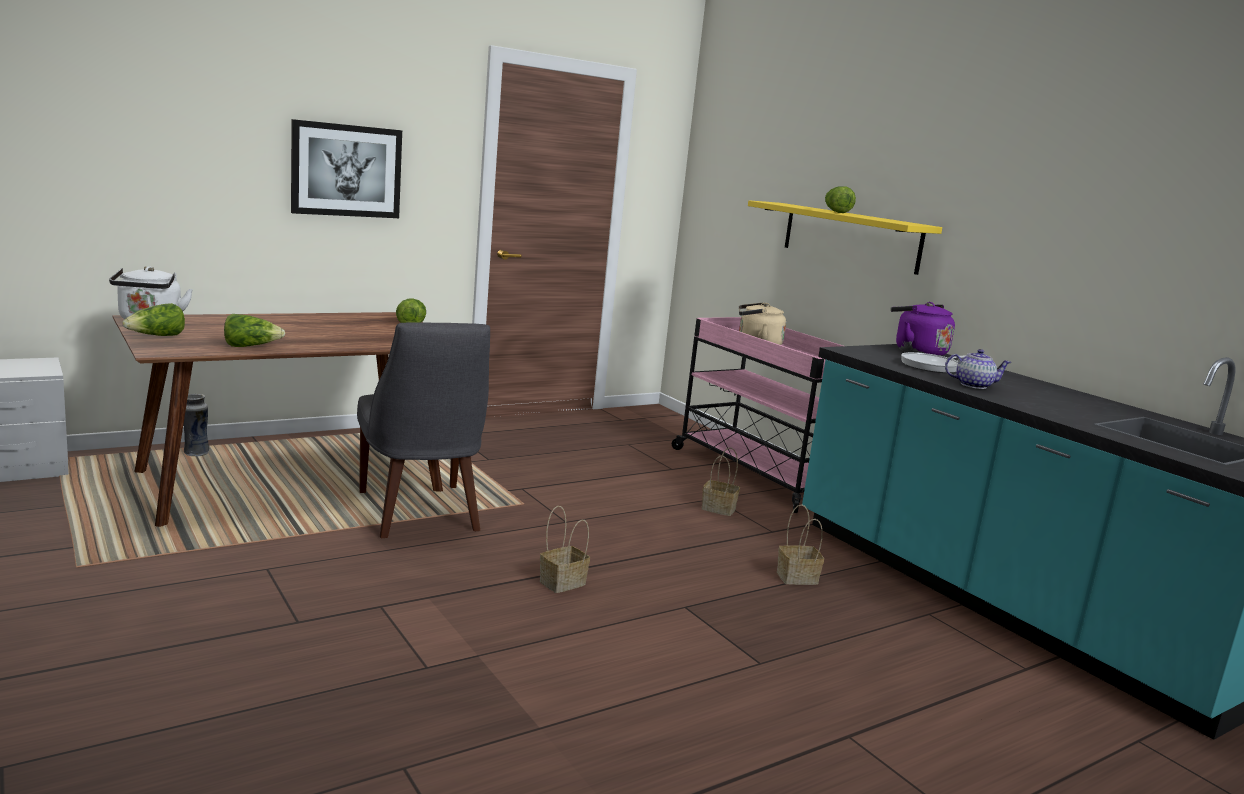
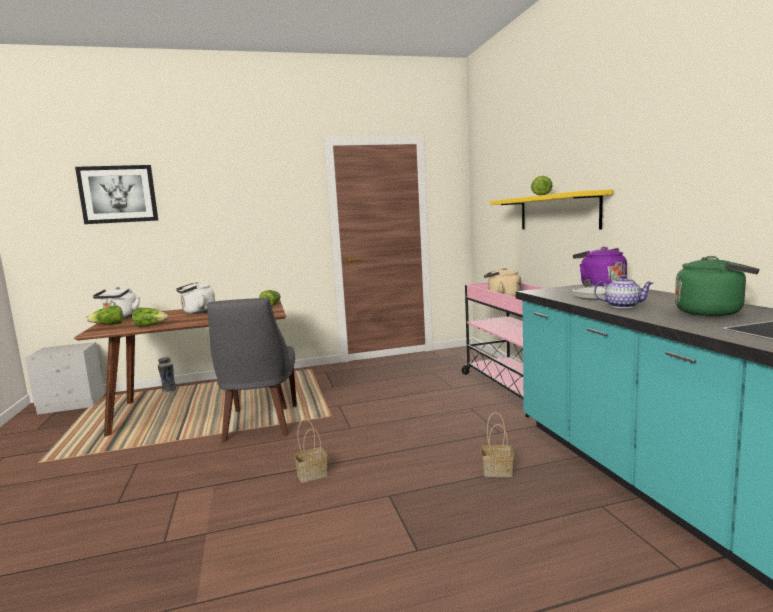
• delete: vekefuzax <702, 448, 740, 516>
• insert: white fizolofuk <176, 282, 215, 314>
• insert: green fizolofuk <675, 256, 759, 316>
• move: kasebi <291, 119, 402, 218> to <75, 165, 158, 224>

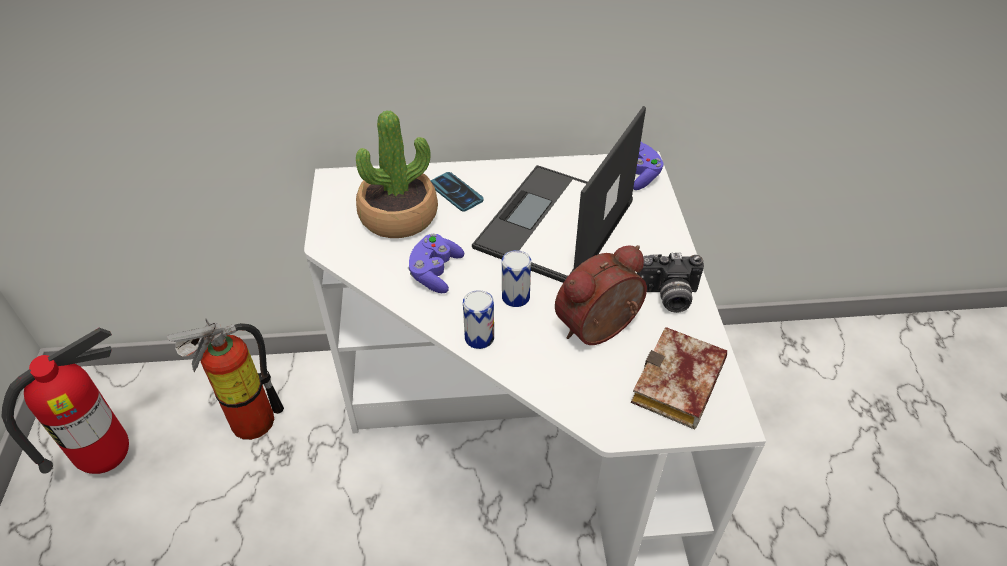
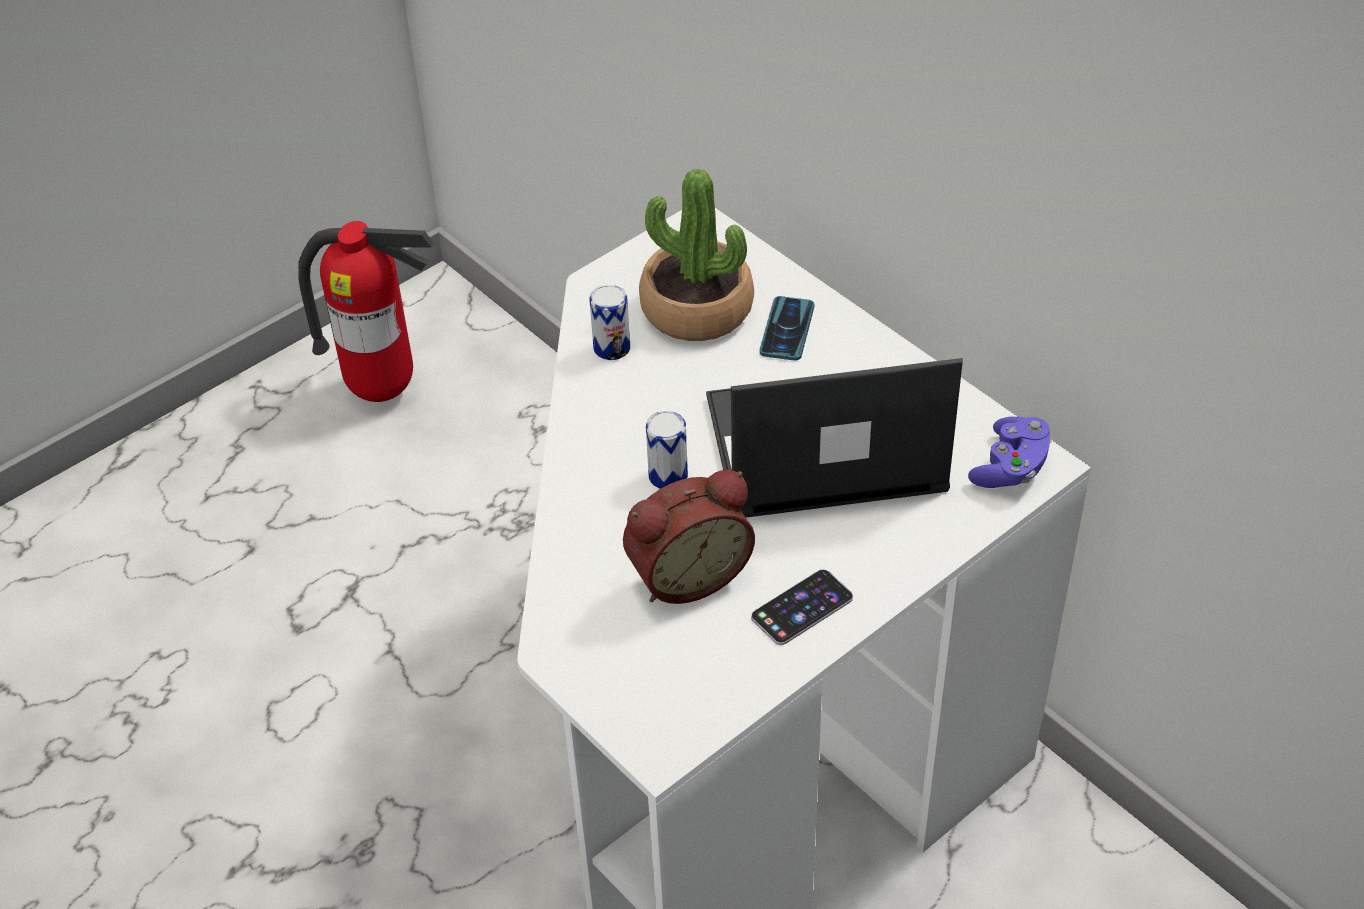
• delete: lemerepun <167, 318, 284, 440>
• delete: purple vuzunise <408, 234, 464, 293>
• delete: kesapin <631, 327, 727, 430>
• move: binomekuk <463, 290, 494, 349> to <589, 285, 630, 360>
• replace: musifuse <637, 252, 704, 313> to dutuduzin <751, 569, 853, 645>
• rotate: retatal <555, 245, 647, 345> = <623, 470, 755, 604> 135 degrees clockwise

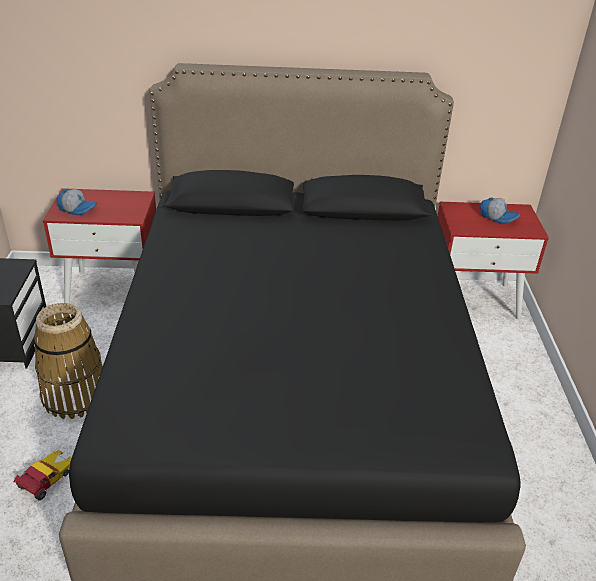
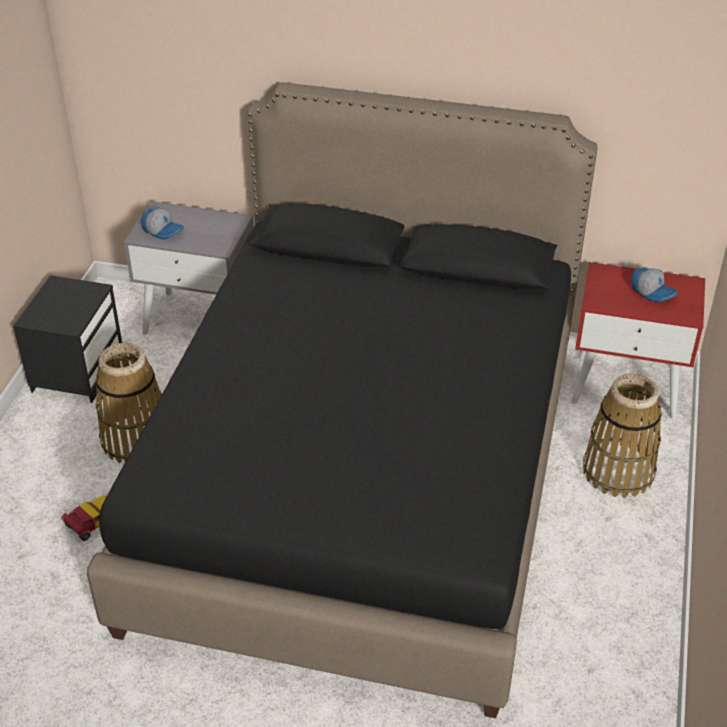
• insert: vekefuzax <583, 373, 662, 498>
• recolor: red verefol <43, 188, 156, 304> to grey verefol <124, 201, 253, 335>

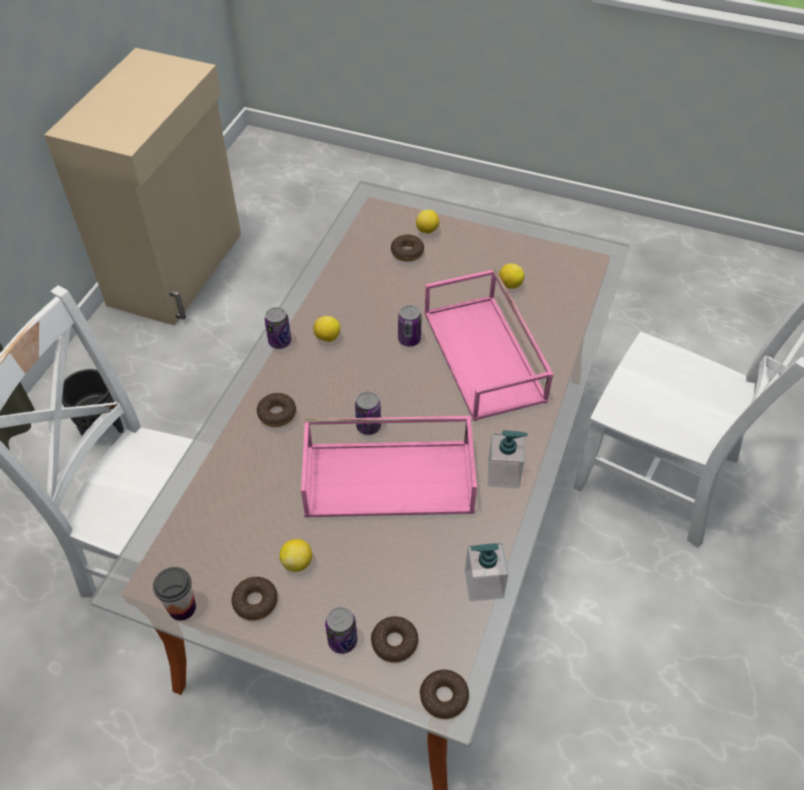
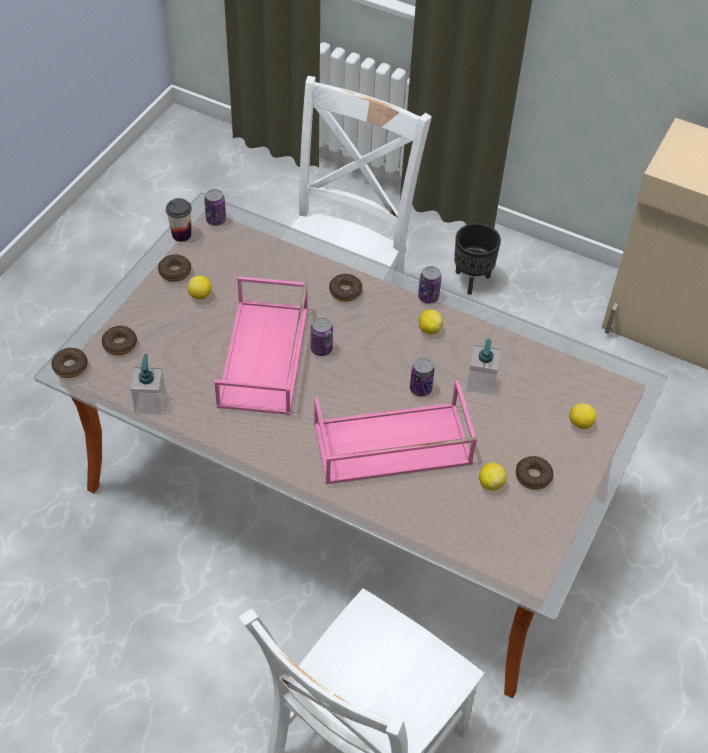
• move: binomekuk <325, 607, 357, 654> to <204, 189, 226, 225>
• move: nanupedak <391, 235, 424, 261> to <516, 456, 553, 490>
• move: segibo <488, 430, 528, 488> to <466, 339, 501, 395>

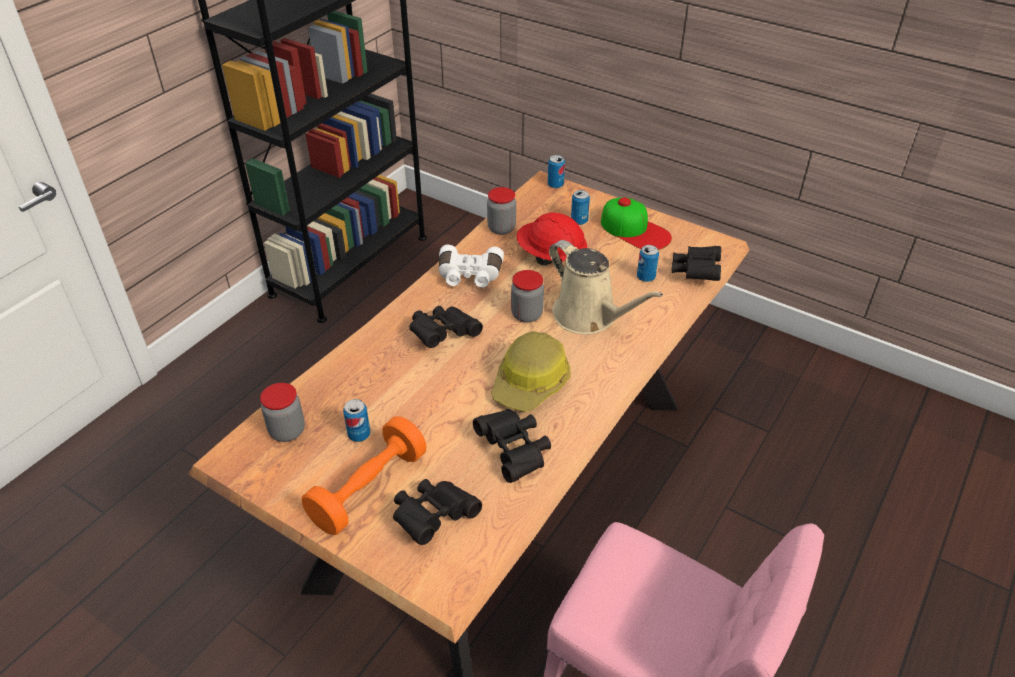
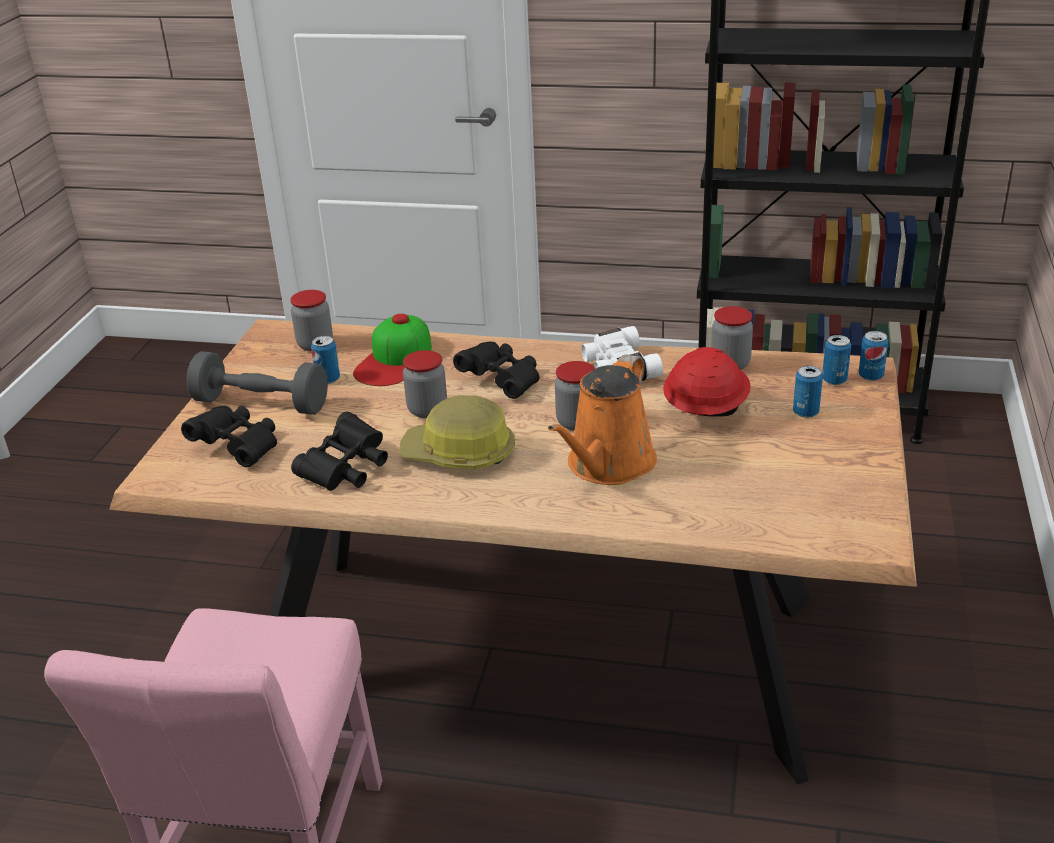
• delete: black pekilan <672, 246, 721, 281>
• insert: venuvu <403, 350, 447, 418>
• move: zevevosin <601, 197, 672, 250> to <353, 314, 432, 386>
• move: binomekuk <637, 245, 659, 282> to <822, 335, 851, 385>
• recolor: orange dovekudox <302, 416, 426, 535> to grey dovekudox <186, 351, 328, 415>
• recolor: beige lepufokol <549, 240, 663, 334> to orange lepufokol <548, 354, 657, 485>

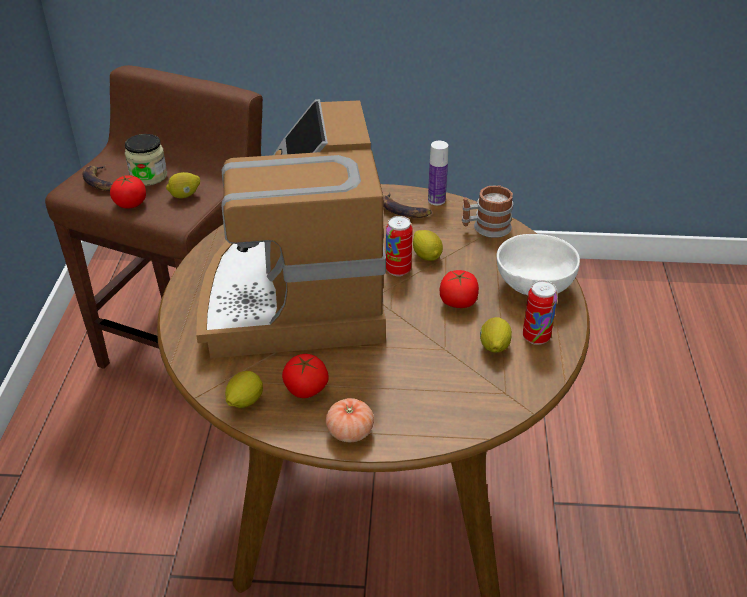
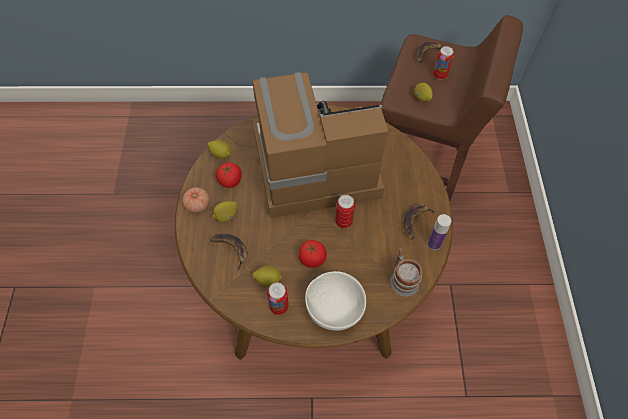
• delete: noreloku <110, 175, 146, 209>
• insert: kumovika <210, 234, 248, 271>
• move: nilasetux <413, 230, 443, 261> to <213, 201, 238, 222>
• replace: venuvu <125, 134, 167, 186> to binomekuk <433, 46, 454, 80>

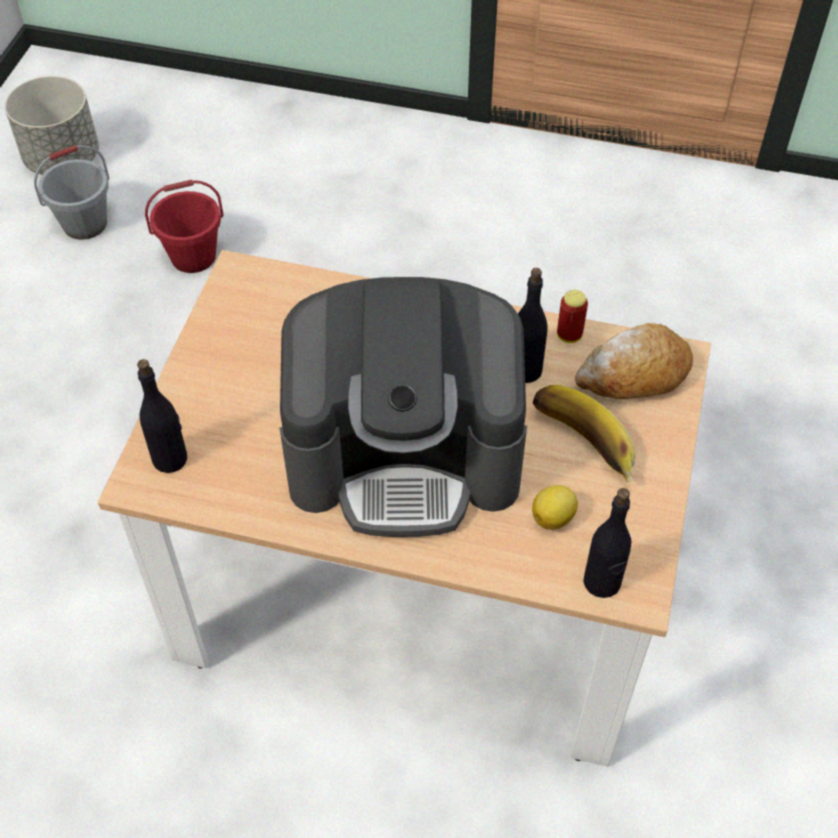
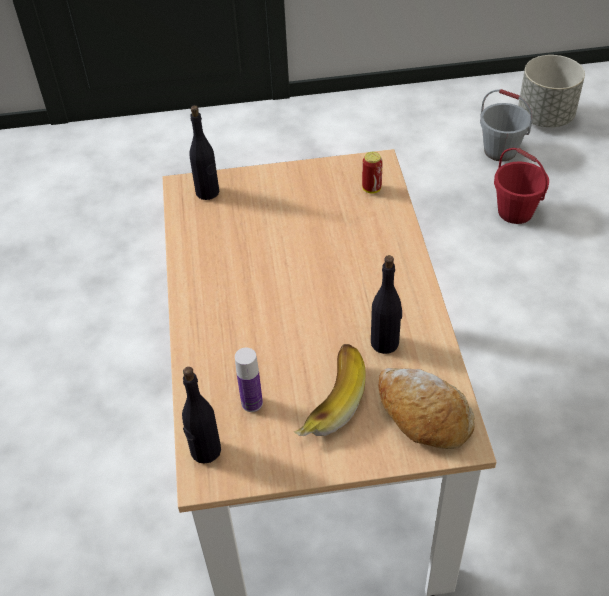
• delete: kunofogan <279, 277, 527, 537>
• move: binomekuk <557, 290, 588, 343> to <362, 152, 383, 194>
• replace: nilasetux <532, 485, 578, 530> to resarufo <235, 348, 263, 412>

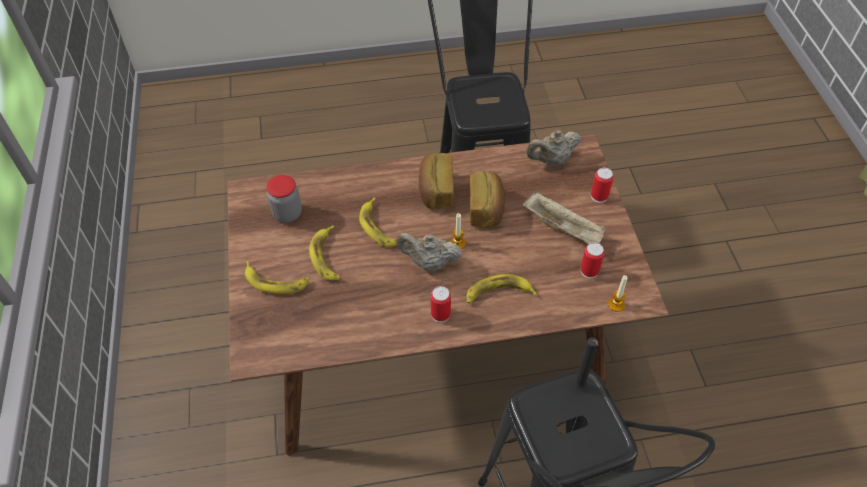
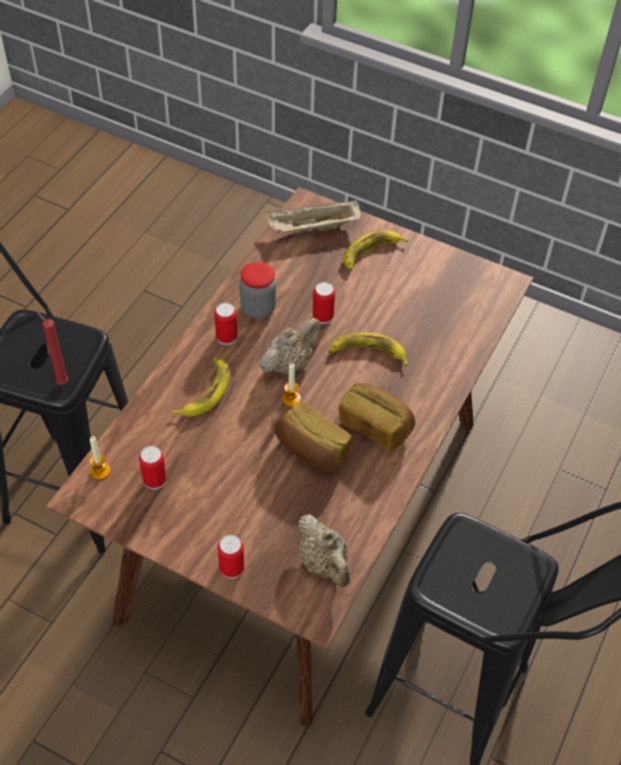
• delete: kumovika <309, 225, 341, 280>
• insert: binomekuk <313, 282, 335, 324>
• move: venuvu <266, 175, 302, 223> to <240, 262, 276, 319>
• move: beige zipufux <523, 192, 605, 244> to <266, 199, 362, 233>
• recolor: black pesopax <575, 337, 598, 389> to red pesopax <37, 312, 69, 385>
• rotate: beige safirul <526, 130, 581, 166> = <298, 514, 350, 587> 135 degrees clockwise

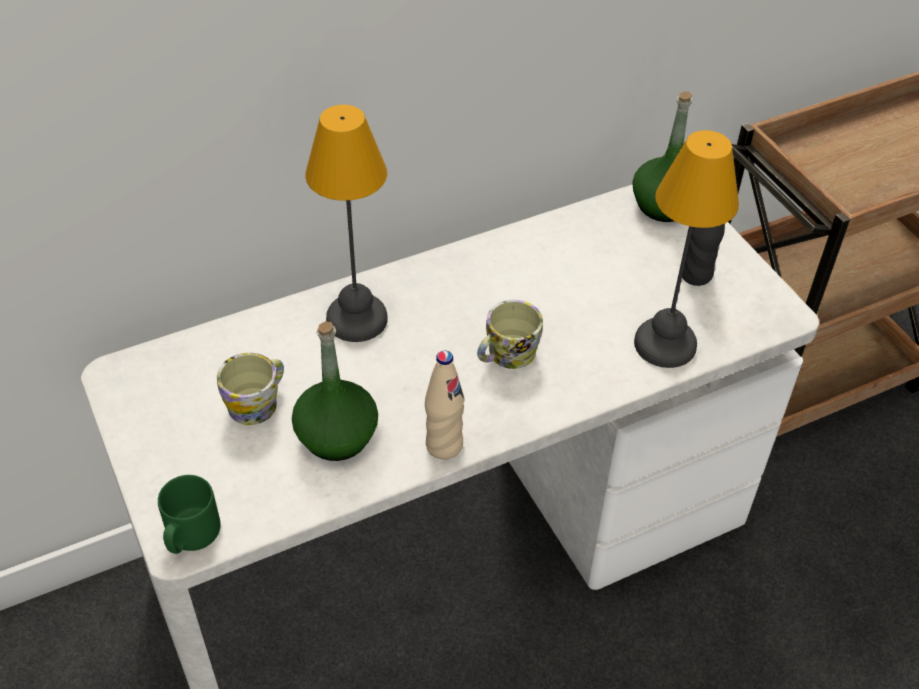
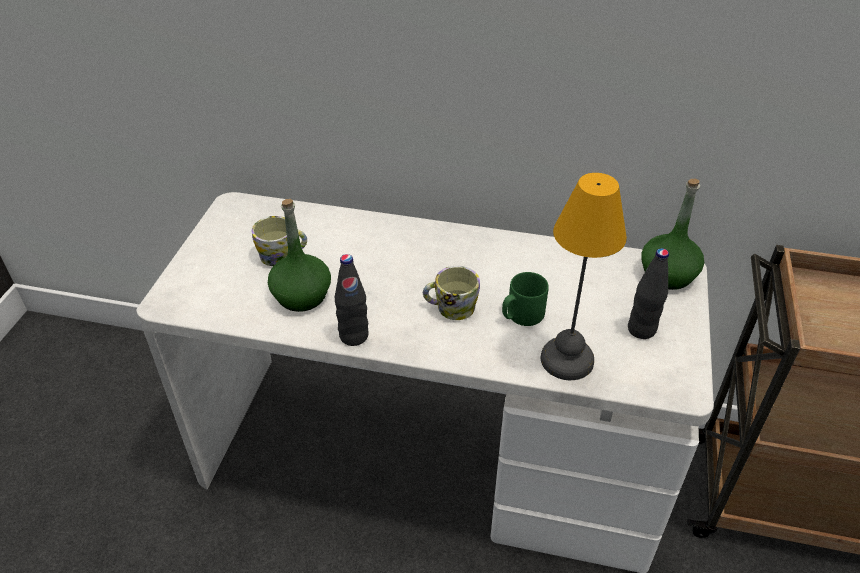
• delete: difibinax <305, 105, 388, 342>
• move: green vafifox <158, 475, 221, 554> to <502, 272, 549, 326>
• recolor: beige resarufo <425, 350, 464, 460> to black resarufo <335, 254, 369, 346>

